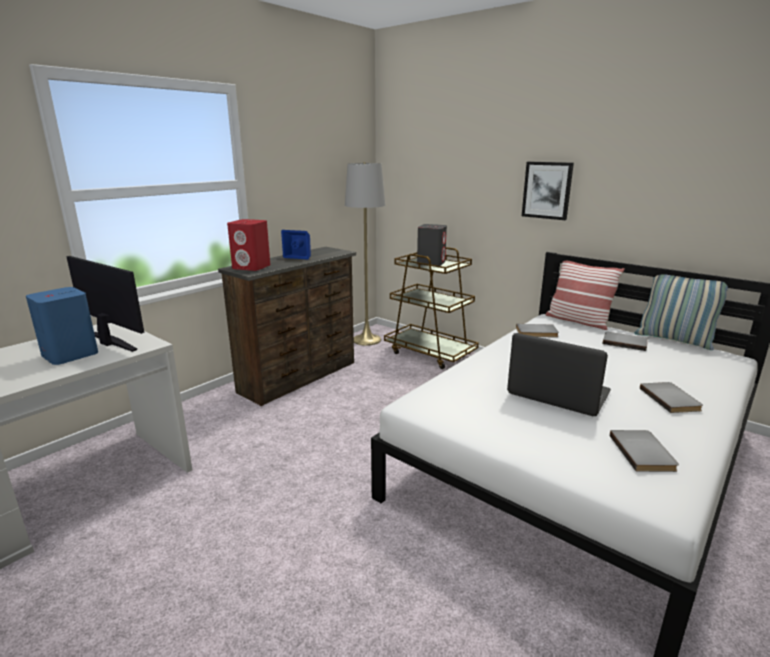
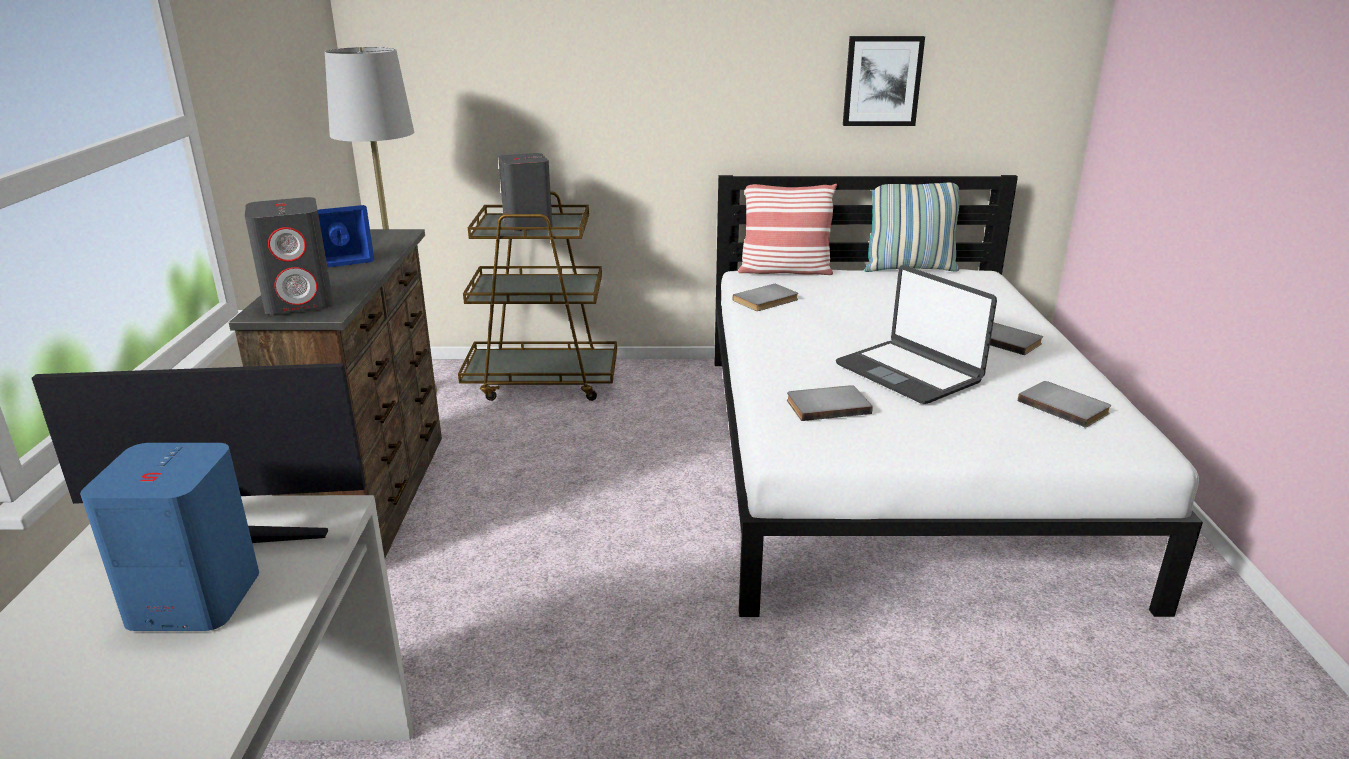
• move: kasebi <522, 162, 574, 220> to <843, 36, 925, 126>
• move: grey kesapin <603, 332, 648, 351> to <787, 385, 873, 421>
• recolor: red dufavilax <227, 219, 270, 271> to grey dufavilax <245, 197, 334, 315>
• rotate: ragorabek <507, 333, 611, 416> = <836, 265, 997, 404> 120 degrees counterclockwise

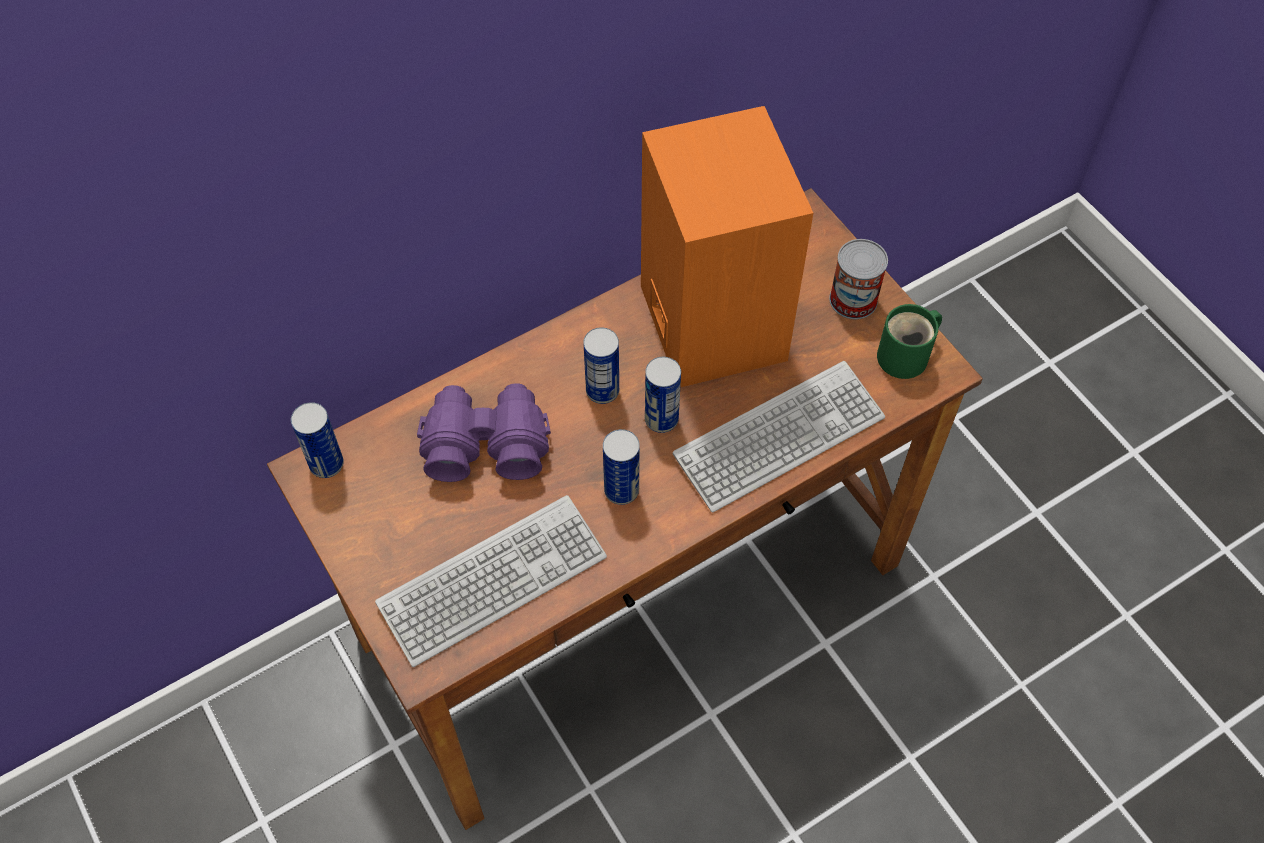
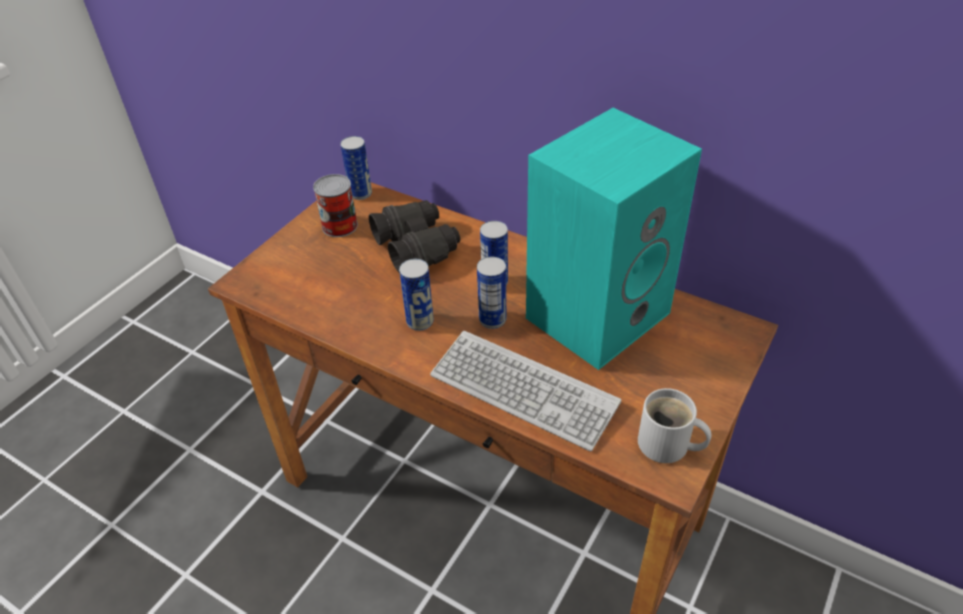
• delete: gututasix <375, 495, 607, 667>
• move: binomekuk <829, 239, 888, 319> to <313, 174, 358, 237>
• recolor: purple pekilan <417, 383, 551, 482> to black pekilan <369, 200, 460, 273>
• recolor: orange dufavilax <641, 106, 813, 388> to turquoise dufavilax <526, 108, 702, 370>
• recolor: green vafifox <877, 304, 942, 379> to white vafifox <638, 388, 711, 463>

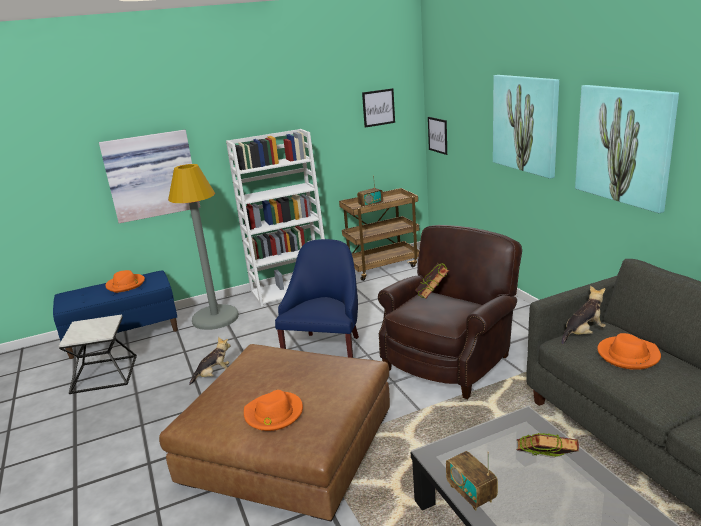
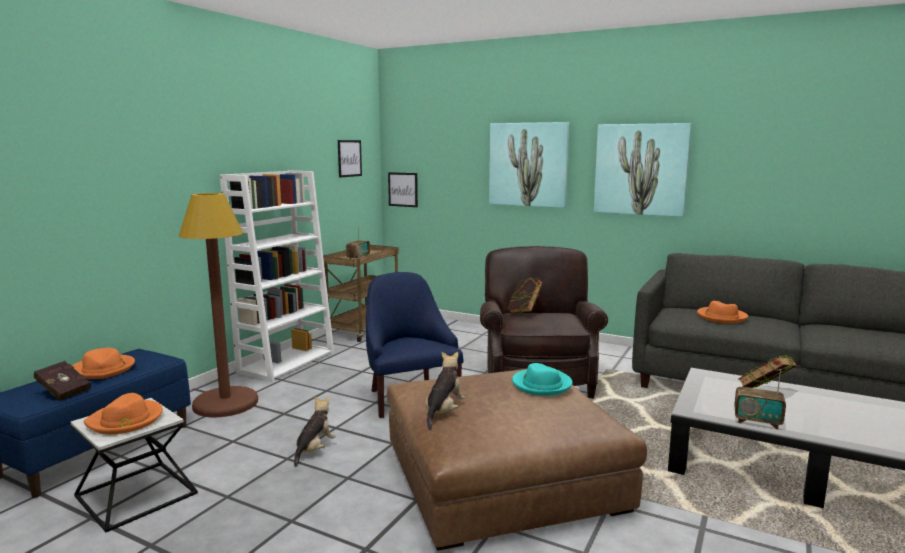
• delete: kasebi <99, 130, 200, 223>
• insert: red kesapin <34, 361, 91, 401>
• insert: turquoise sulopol <512, 363, 572, 396>
• move: orange sulopol <244, 390, 303, 431> to <84, 393, 163, 434>
• move: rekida <561, 286, 606, 345> to <425, 352, 465, 430>
• recolor: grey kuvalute <168, 164, 239, 330> to brown kuvalute <178, 193, 258, 417>

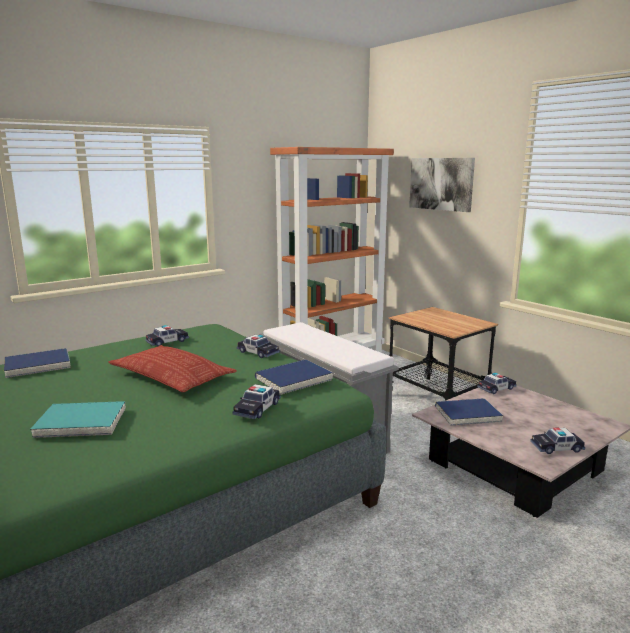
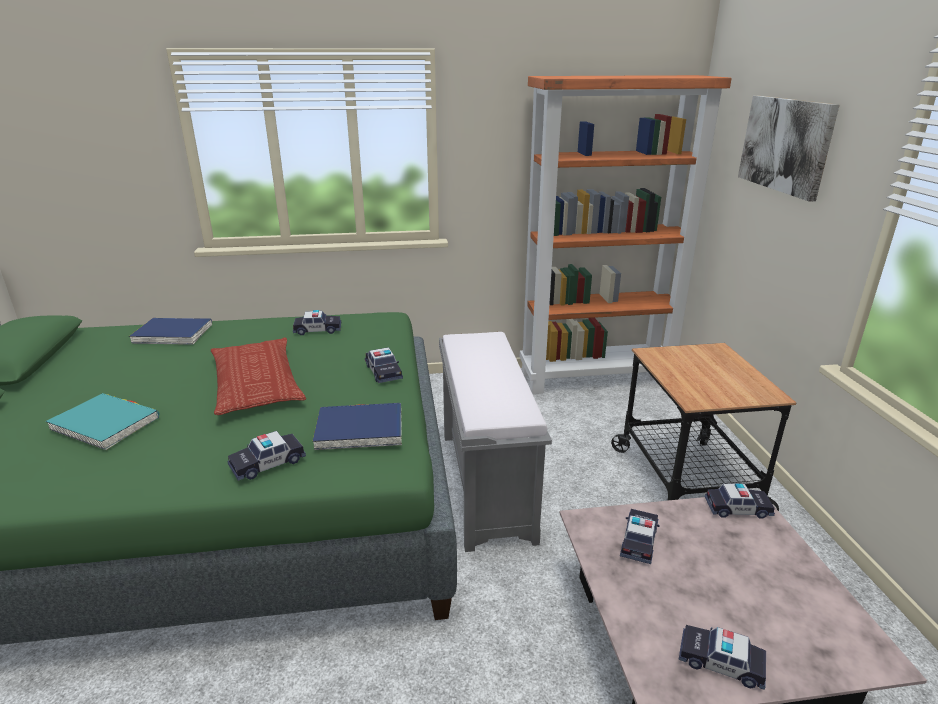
• replace: blue kesapin <435, 398, 503, 426> to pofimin <620, 509, 660, 564>

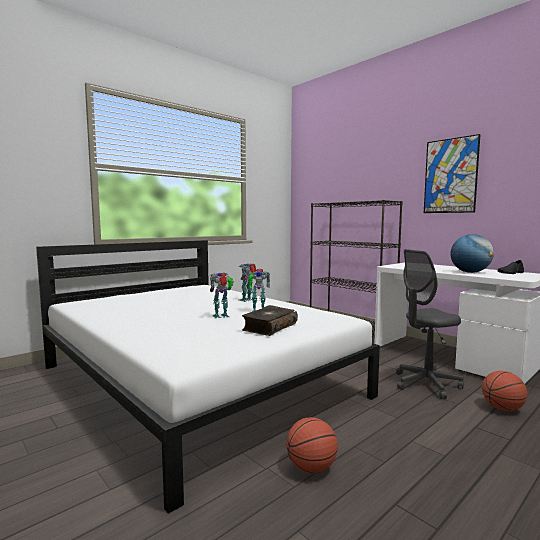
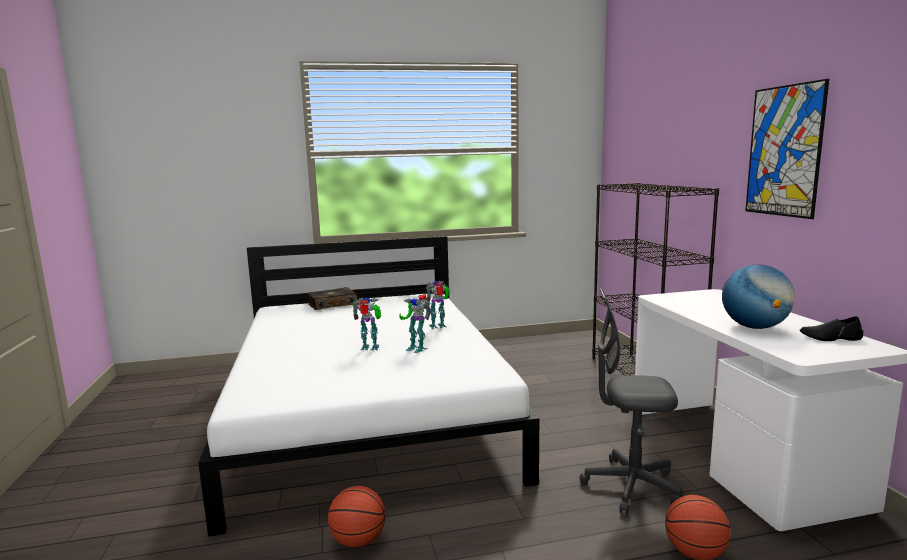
• move: kesapin <242, 305, 298, 336> to <307, 287, 357, 310>

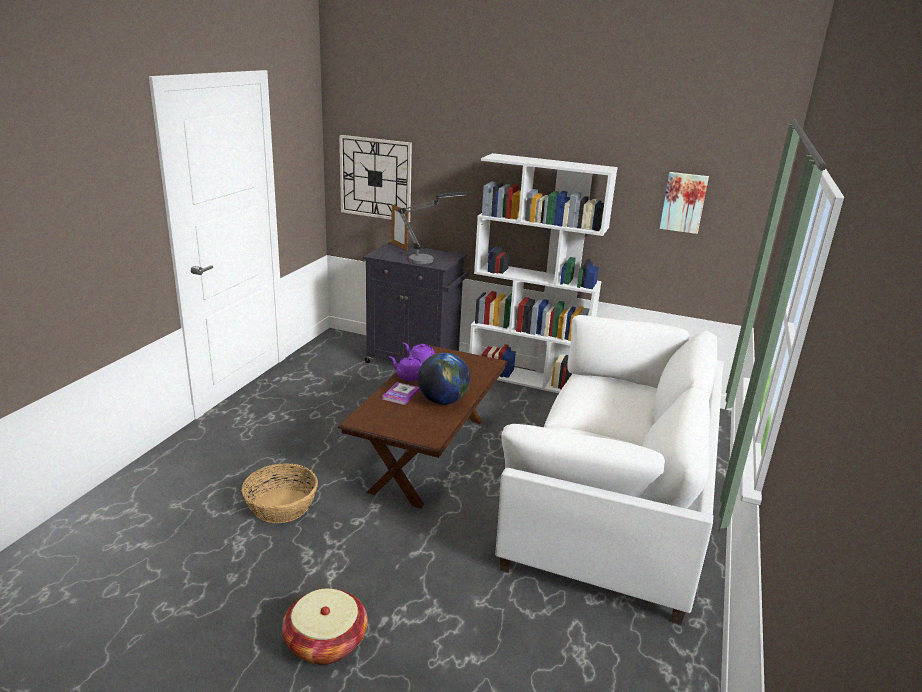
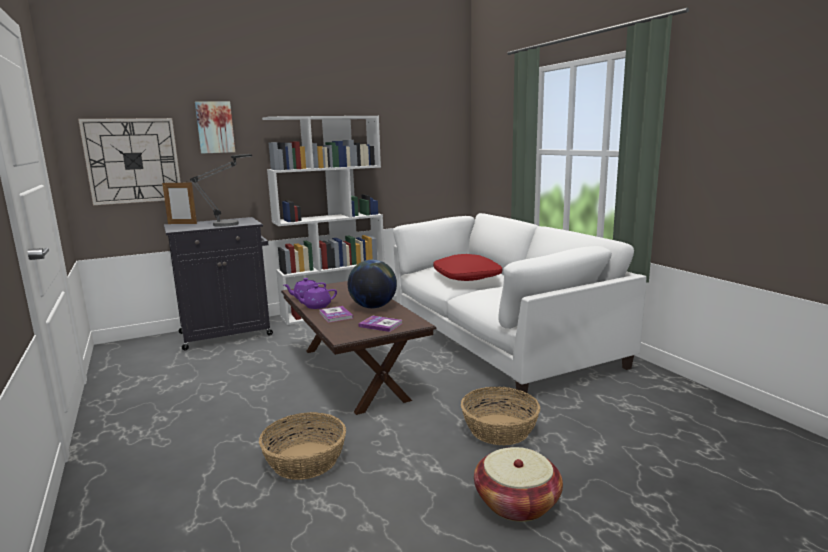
• insert: kesapin <358, 316, 403, 332>
• insert: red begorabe <433, 254, 502, 281>
• insert: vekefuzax <461, 387, 540, 445>
• move: kasebi <660, 172, 709, 234> to <195, 101, 235, 153>

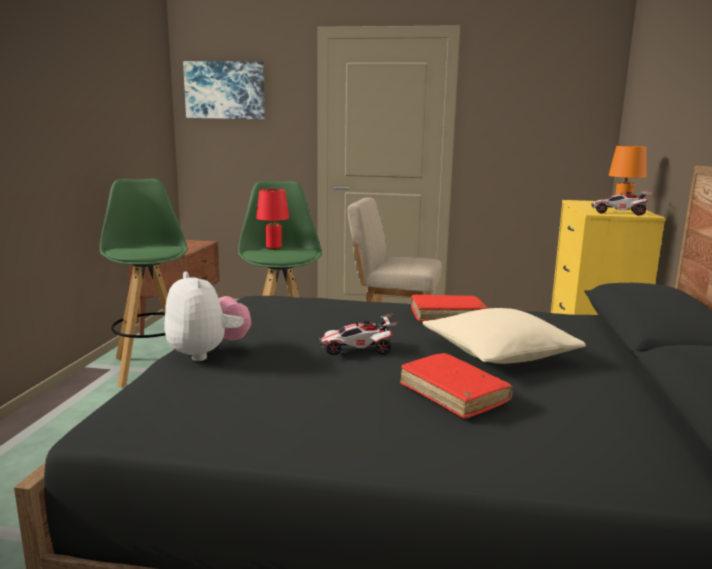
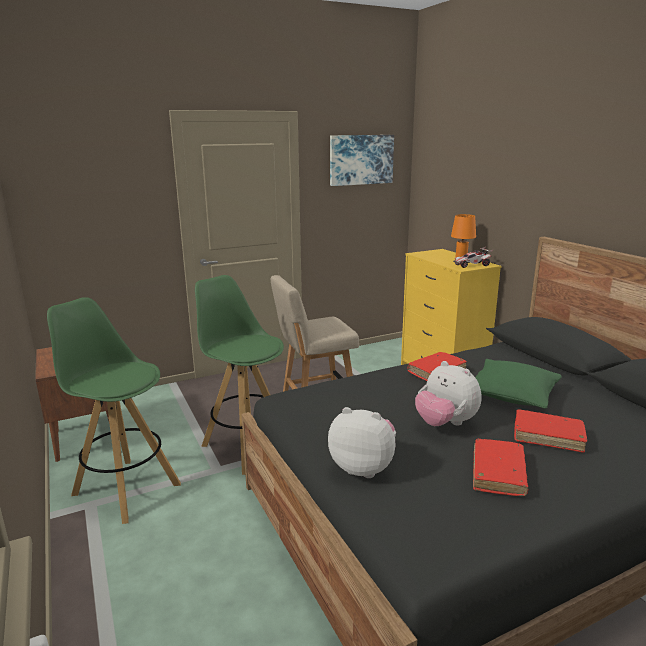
• delete: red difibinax <256, 189, 289, 250>
• insert: red kesapin <473, 439, 528, 496>
• move: kasebi <183, 61, 265, 119> to <330, 135, 394, 186>
• replace: pofimin <319, 314, 397, 355> to rekida <415, 361, 482, 426>
• recolor: beige begorabe <422, 308, 586, 364> to green begorabe <475, 359, 562, 409>

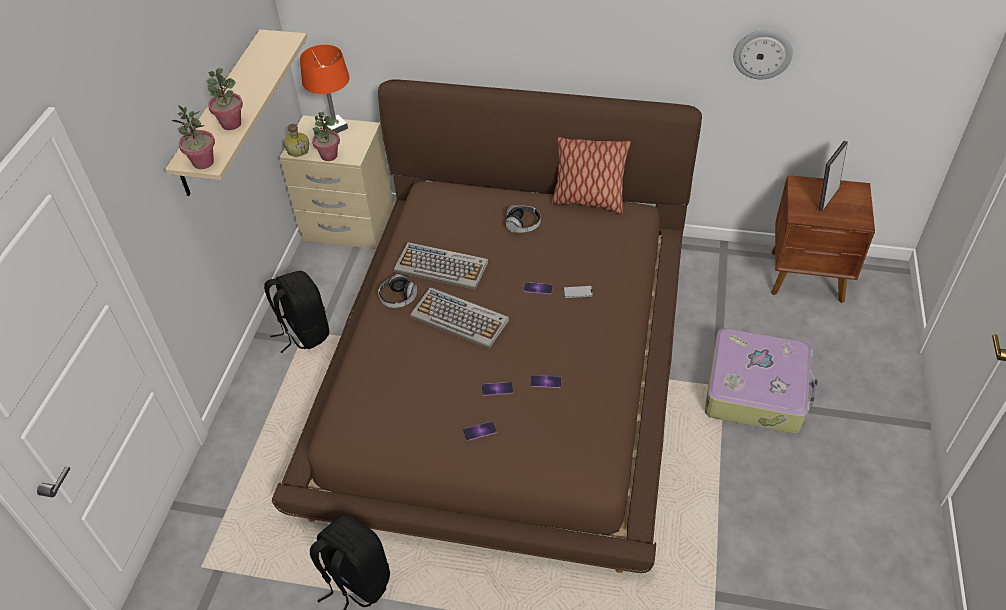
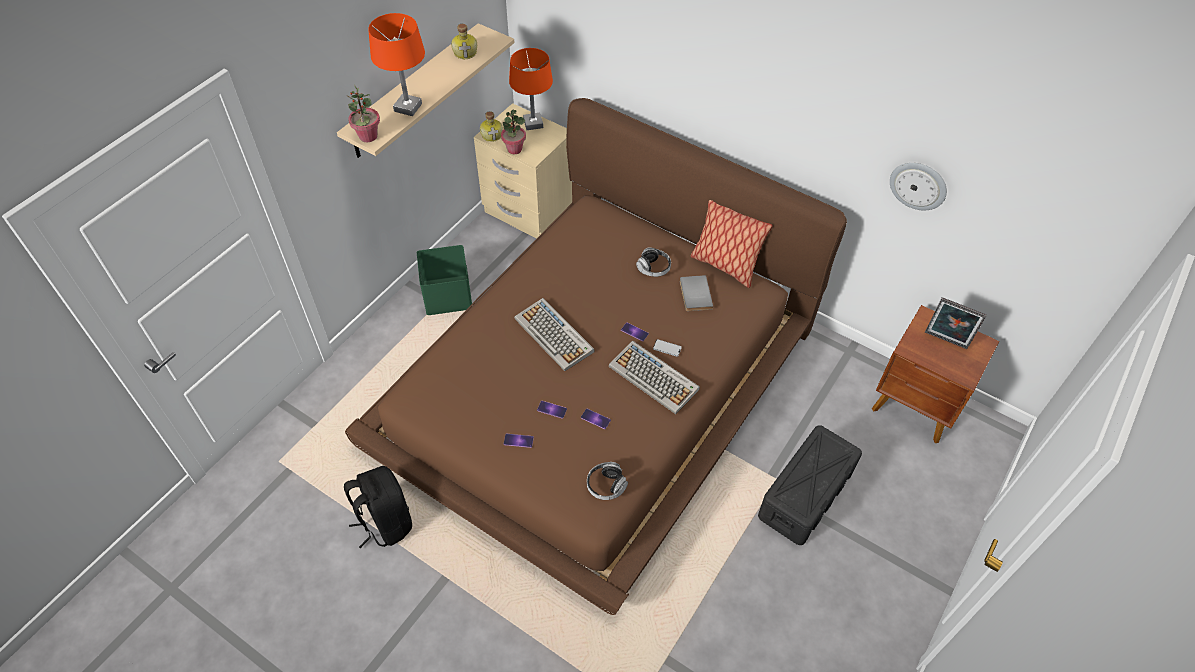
• insert: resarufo <451, 24, 477, 59>
• insert: grey kesapin <680, 275, 713, 311>
• move: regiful <378, 274, 417, 308> to <587, 462, 628, 500>
• move: gututasix <394, 242, 488, 290> to <609, 341, 700, 414>
• replace: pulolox <206, 68, 243, 130> to orange difibinax <368, 13, 425, 116>
• replace: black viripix <264, 271, 329, 353> to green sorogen <417, 245, 472, 315>
• replace: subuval <705, 328, 818, 434> to black sorogen <758, 425, 862, 545>
• rotate: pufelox <819, 141, 848, 212> = <925, 297, 987, 349> 120 degrees counterclockwise

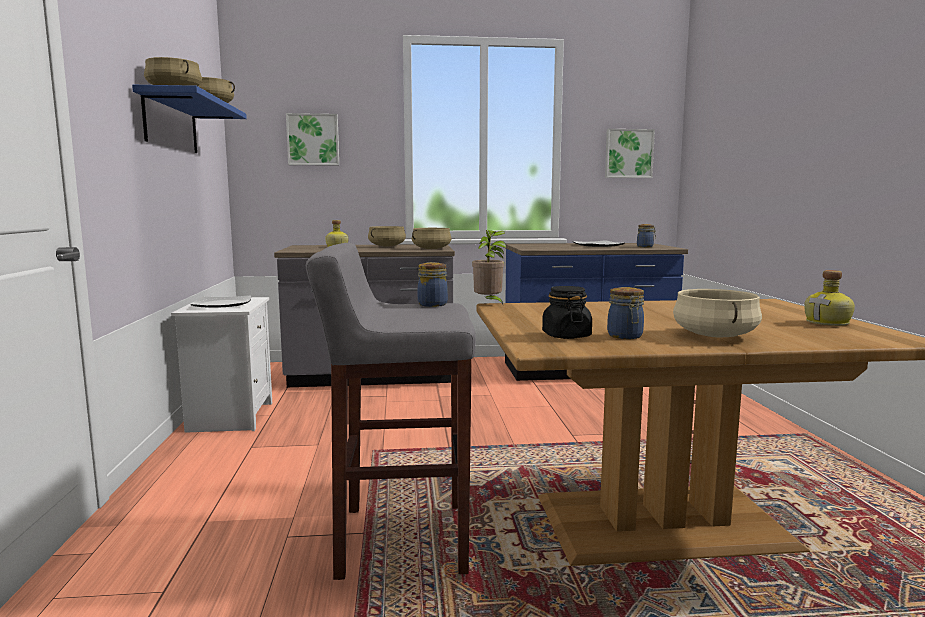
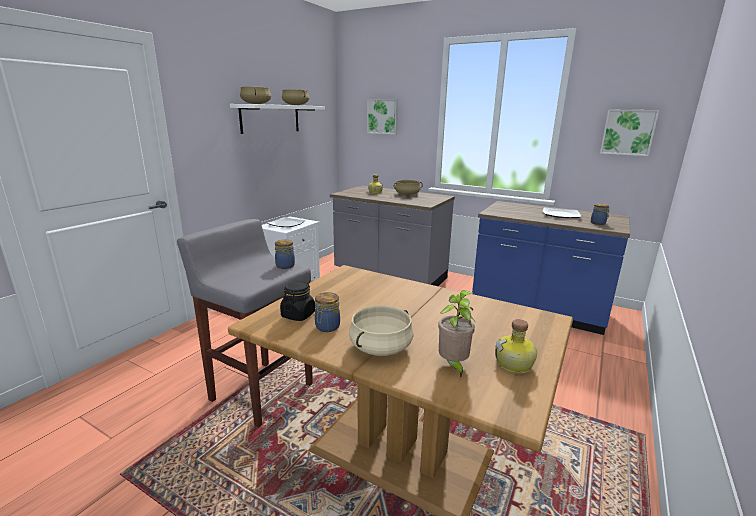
• delete: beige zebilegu <412, 228, 451, 249>
• move: pulolox <472, 230, 506, 305> to <438, 290, 476, 378>
• recolor: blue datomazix <132, 85, 247, 153> to white datomazix <230, 104, 325, 134>

